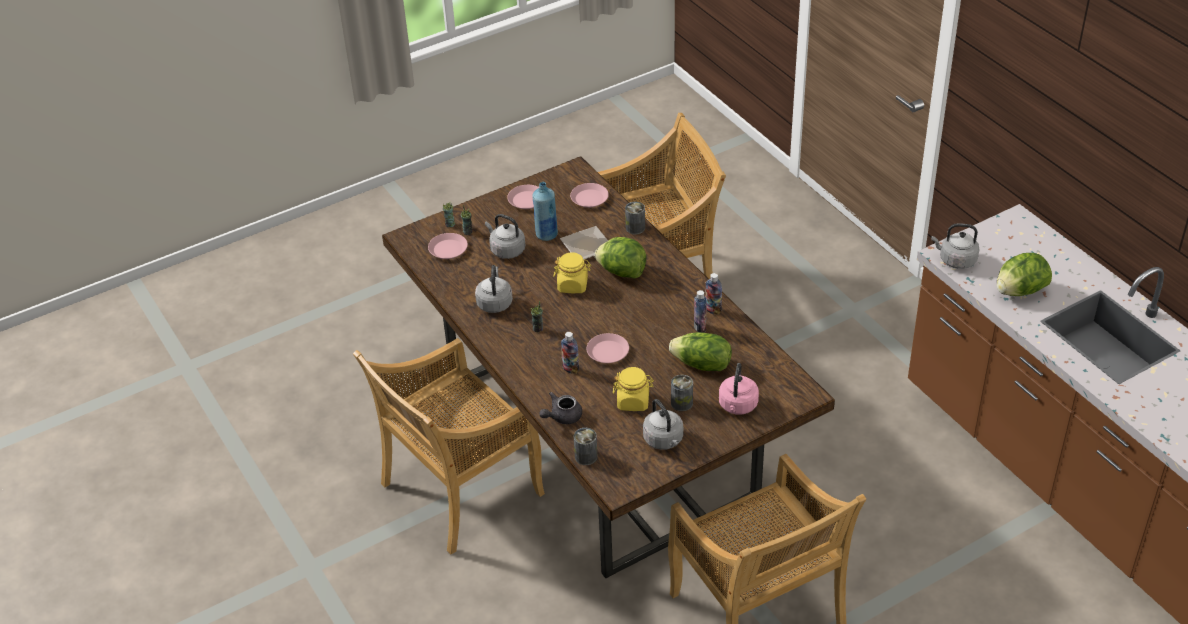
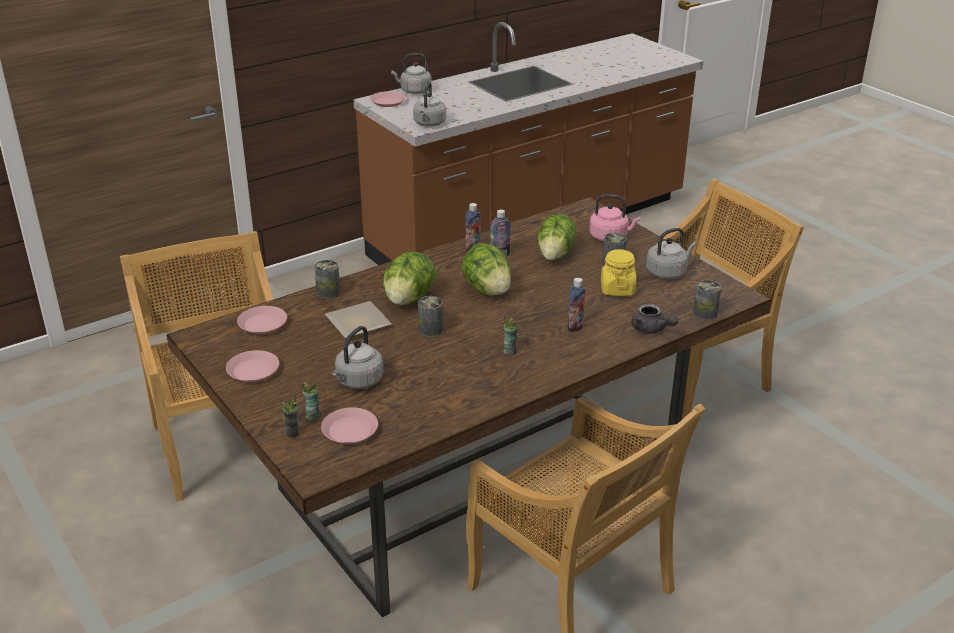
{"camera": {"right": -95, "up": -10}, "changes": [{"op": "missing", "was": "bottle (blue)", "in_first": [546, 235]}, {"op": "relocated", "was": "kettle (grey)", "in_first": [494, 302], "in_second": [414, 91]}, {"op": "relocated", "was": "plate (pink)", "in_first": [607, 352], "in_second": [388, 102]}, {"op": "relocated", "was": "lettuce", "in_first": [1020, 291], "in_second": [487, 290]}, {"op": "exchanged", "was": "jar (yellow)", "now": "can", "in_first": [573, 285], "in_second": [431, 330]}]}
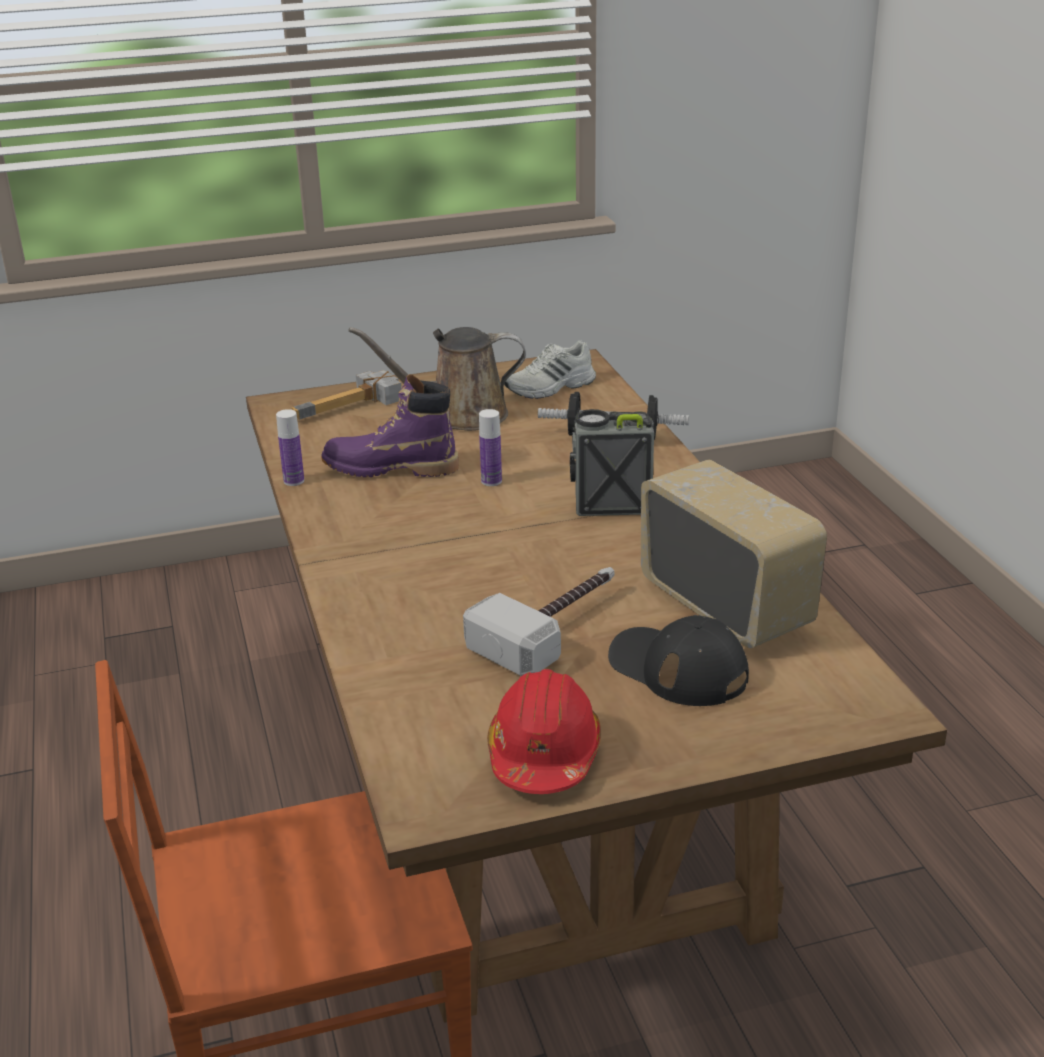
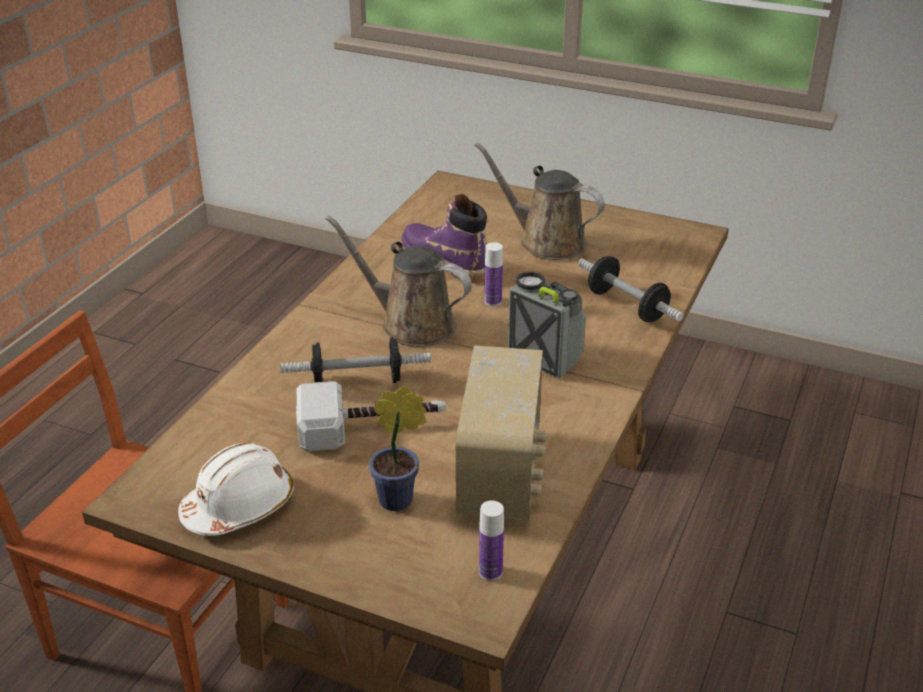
{"camera": {"right": 40, "up": 5}, "changes": [{"op": "missing", "was": "hammer", "in_first": [352, 408]}, {"op": "missing", "was": "shoe (white)", "in_first": [551, 388]}, {"op": "appeared", "now": "dumbbell", "in_second": [357, 381]}, {"op": "appeared", "now": "watering can (brown)", "in_second": [411, 324]}, {"op": "relocated", "was": "bottle", "in_first": [294, 481], "in_second": [490, 572]}, {"op": "exchanged", "was": "cap (black)", "now": "potted plant", "in_first": [677, 668], "in_second": [400, 499]}, {"op": "colour", "was": "hard hat (red)", "now": "hard hat (white)", "in_first": [544, 754], "in_second": [239, 506]}]}
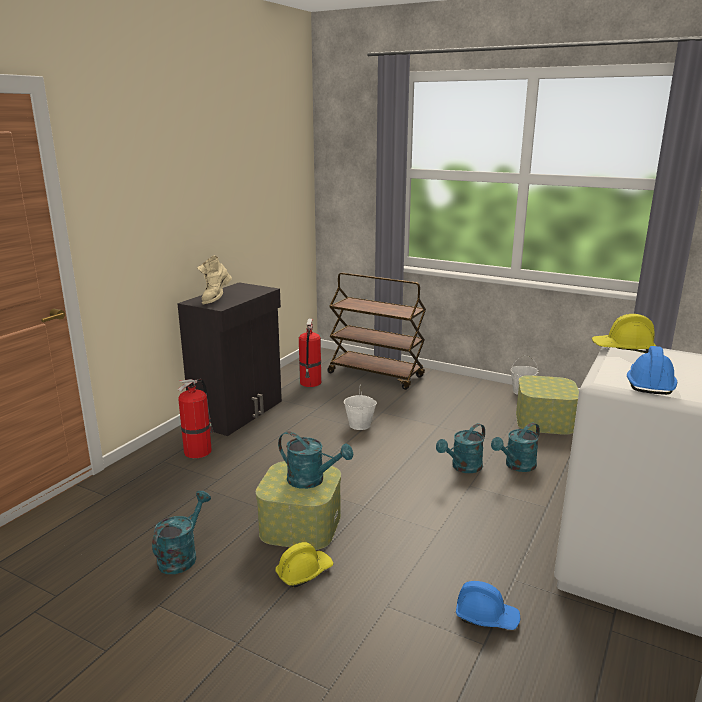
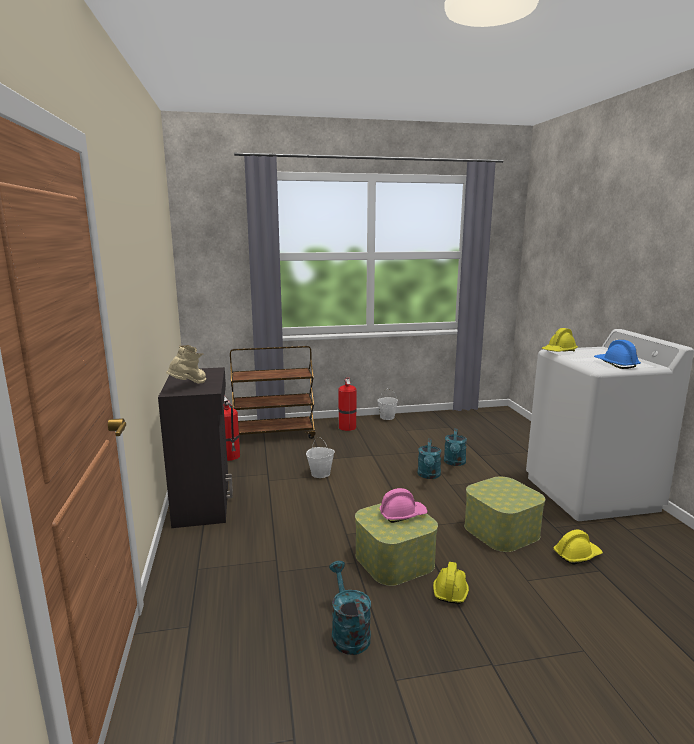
{"camera": {"right": -40, "up": -5}, "changes": [{"op": "relocated", "was": "fire extinguisher", "in_first": [199, 450], "in_second": [347, 427]}, {"op": "relocated", "was": "storage box", "in_first": [544, 420], "in_second": [501, 530]}, {"op": "exchanged", "was": "watering can (turquoise)", "now": "hard hat (pink)", "in_first": [312, 480], "in_second": [402, 514]}, {"op": "colour", "was": "hard hat (blue)", "now": "hard hat (yellow)", "in_first": [486, 616], "in_second": [577, 555]}, {"op": "spun", "was": "boot (beige)", "in_first": [216, 299], "in_second": [189, 386], "clockwise": -135}]}
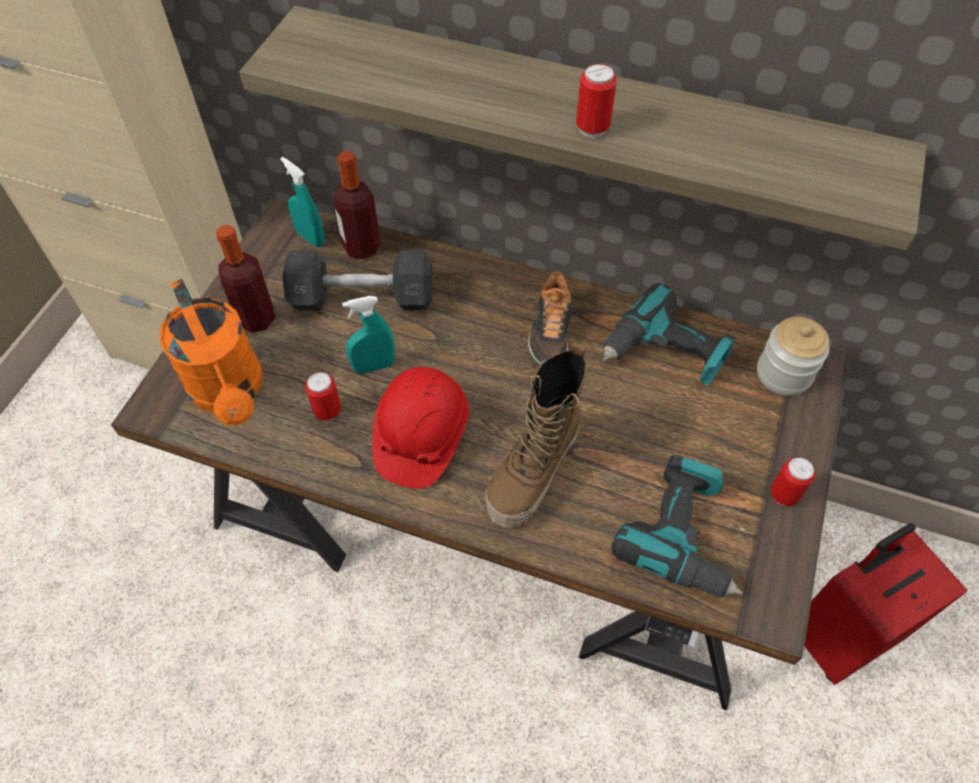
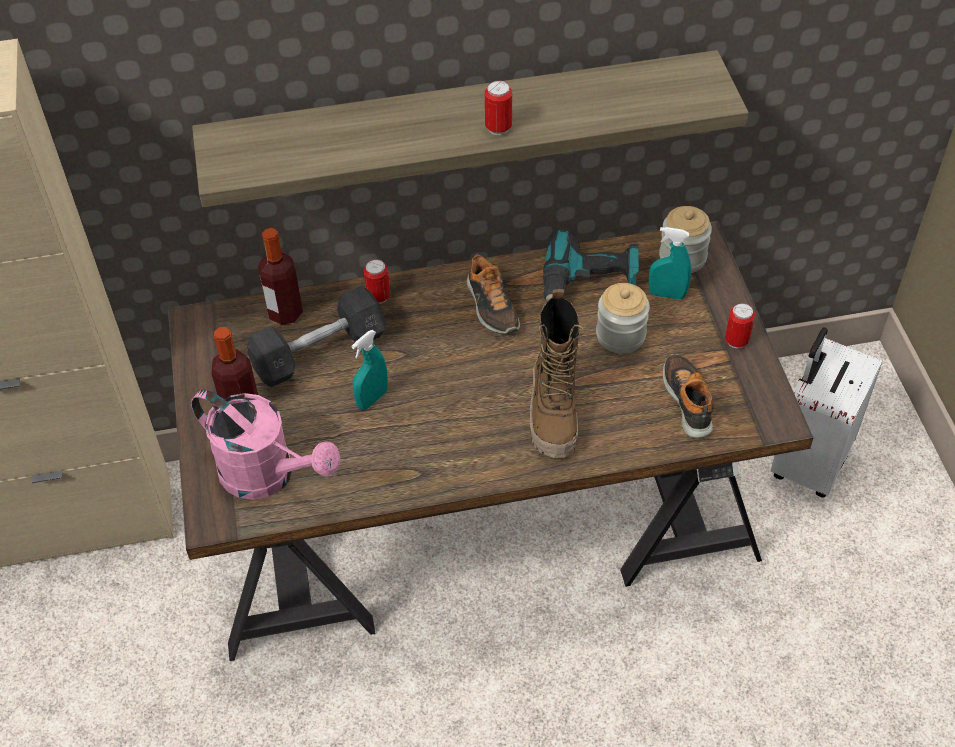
{"camera": {"right": -30, "up": -5}, "changes": [{"op": "missing", "was": "hard hat (red)", "in_first": [420, 436]}, {"op": "appeared", "now": "jar", "in_second": [620, 335]}, {"op": "relocated", "was": "spray bottle (turquoise)", "in_first": [310, 238], "in_second": [667, 294]}, {"op": "relocated", "was": "can", "in_first": [327, 411], "in_second": [378, 297]}, {"op": "exchanged", "was": "power drill", "now": "shoe", "in_first": [684, 535], "in_second": [688, 401]}, {"op": "colour", "was": "watering can (orange)", "now": "watering can (pink)", "in_first": [230, 392], "in_second": [268, 475]}, {"op": "colour", "was": "suitcase (red)", "now": "suitcase (white)", "in_first": [839, 635], "in_second": [808, 461]}]}
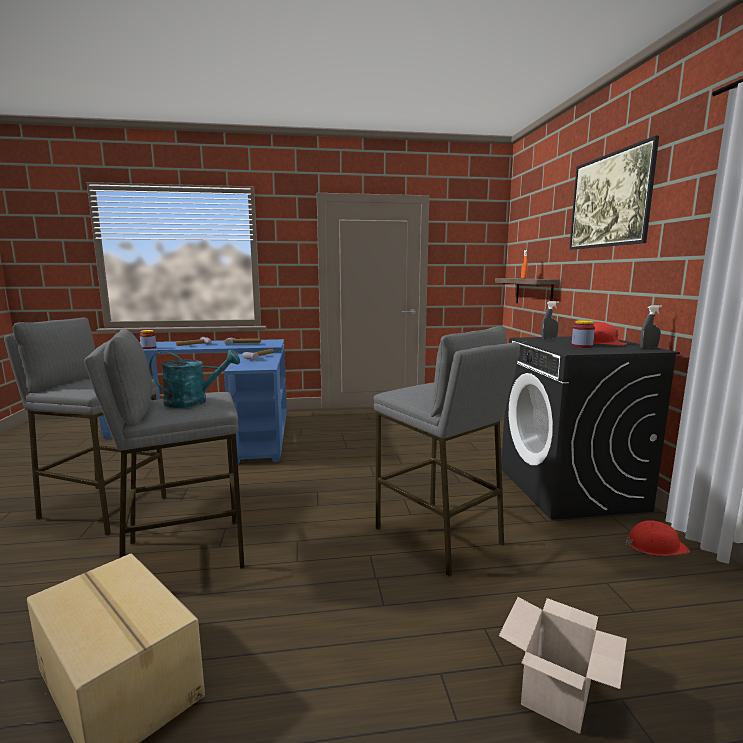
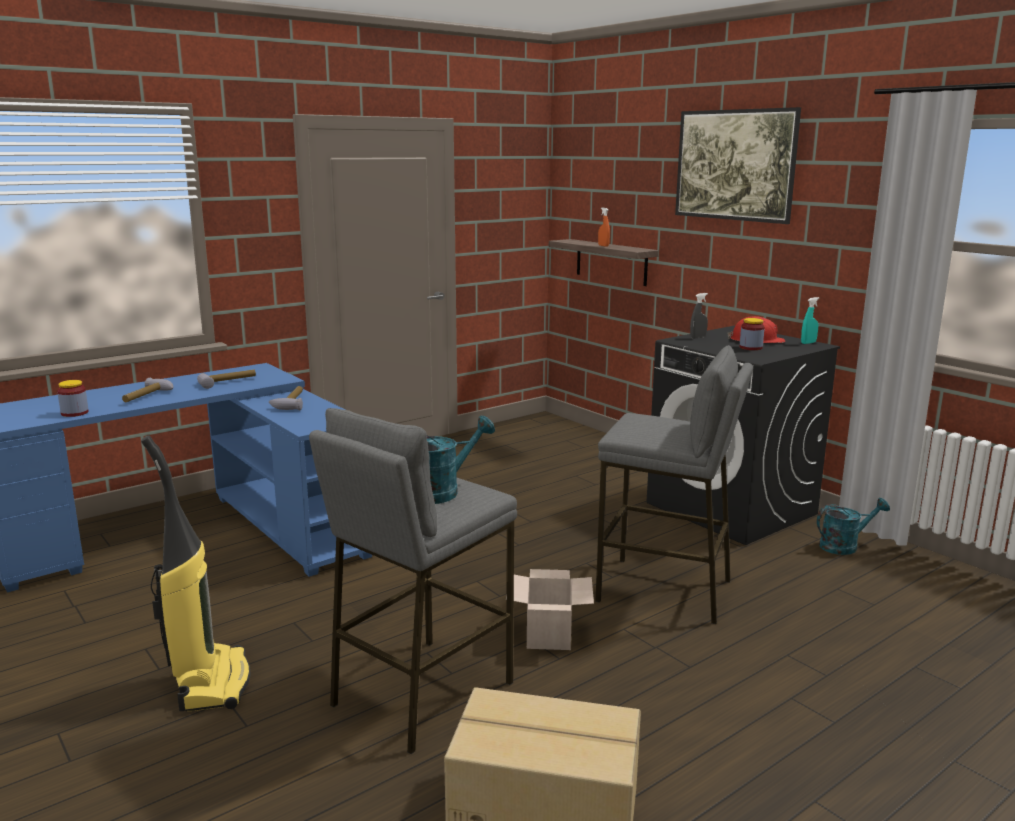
{"camera": {"right": -30, "up": 5}, "changes": [{"op": "relocated", "was": "cardboard box", "in_first": [557, 695], "in_second": [549, 636]}, {"op": "exchanged", "was": "stool (grey)", "now": "vacuum cleaner", "in_first": [103, 508], "in_second": [211, 682]}, {"op": "exchanged", "was": "hard hat (red)", "now": "watering can (turquoise)", "in_first": [655, 546], "in_second": [844, 546]}, {"op": "colour", "was": "spray bottle (grey)", "now": "spray bottle (turquoise)", "in_first": [648, 348], "in_second": [808, 343]}]}
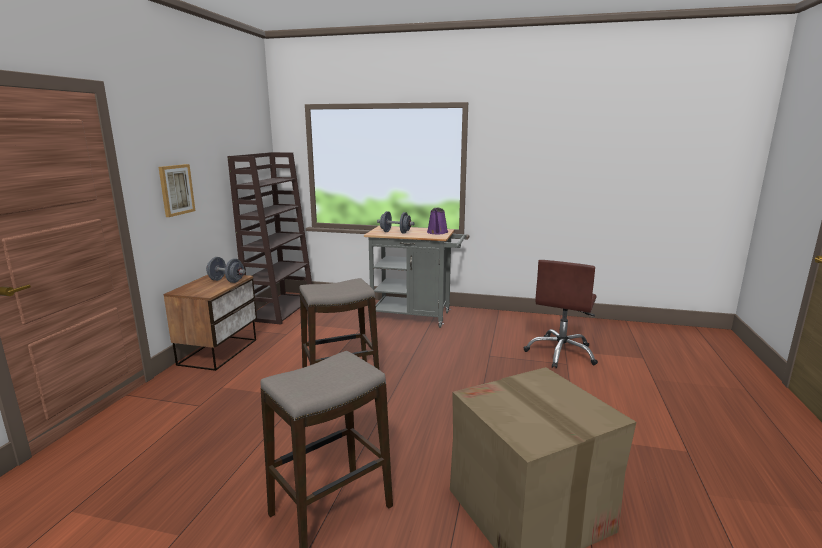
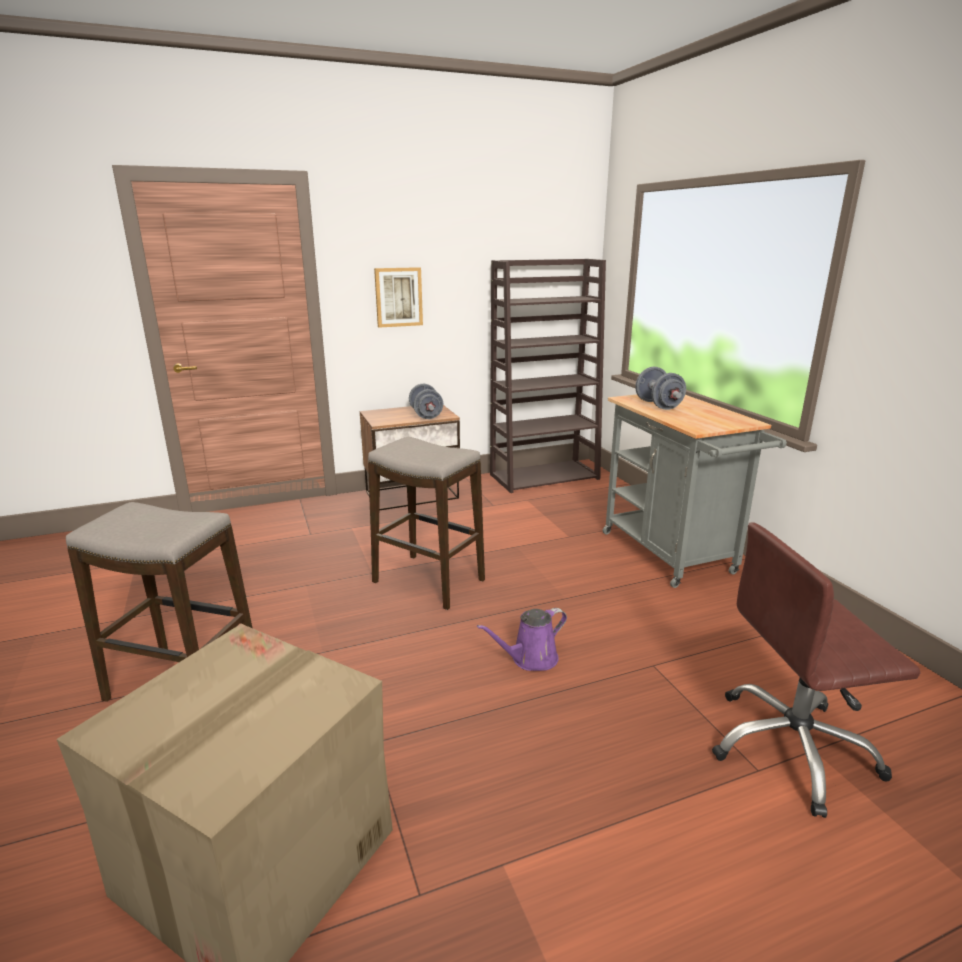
{"camera": {"right": 55, "up": 5}, "changes": [{"op": "relocated", "was": "watering can (purple)", "in_first": [437, 232], "in_second": [530, 659]}]}
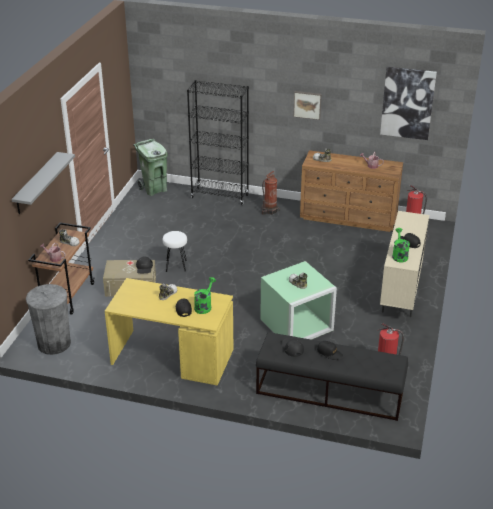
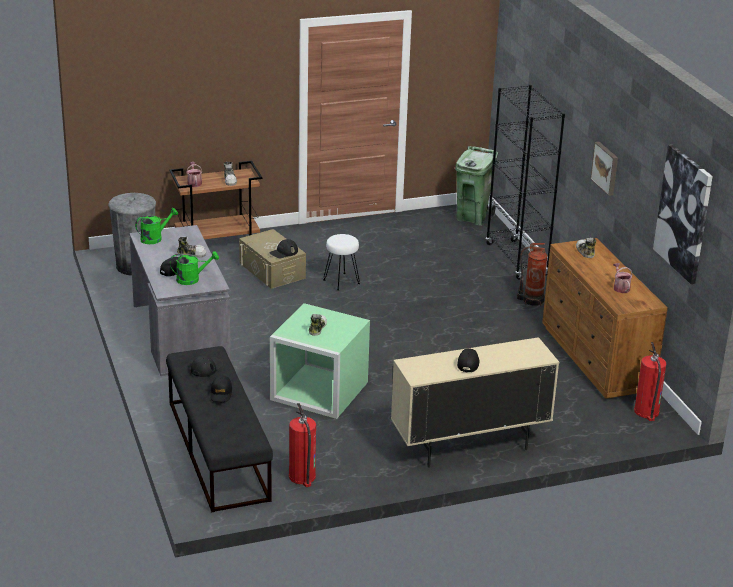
{"camera": {"right": 55, "up": -5}, "changes": [{"op": "missing", "was": "shelf (grey)", "in_first": [36, 183]}, {"op": "relocated", "was": "watering can (green)", "in_first": [399, 255], "in_second": [155, 238]}, {"op": "colour", "was": "desk (yellow)", "now": "desk (grey)", "in_first": [171, 357], "in_second": [179, 334]}]}
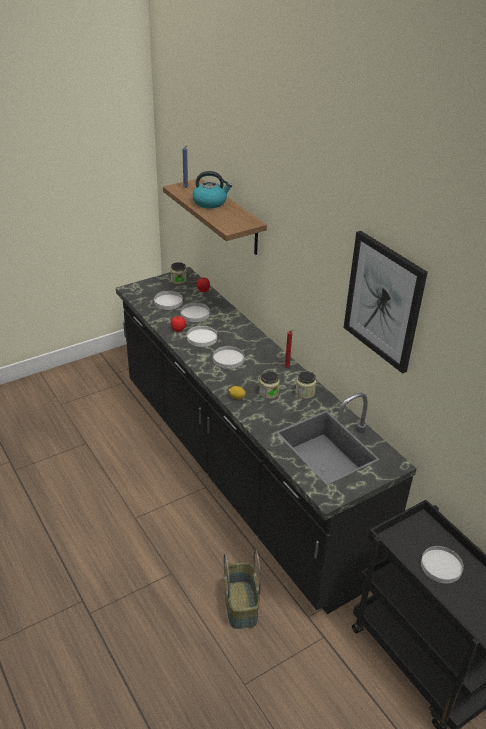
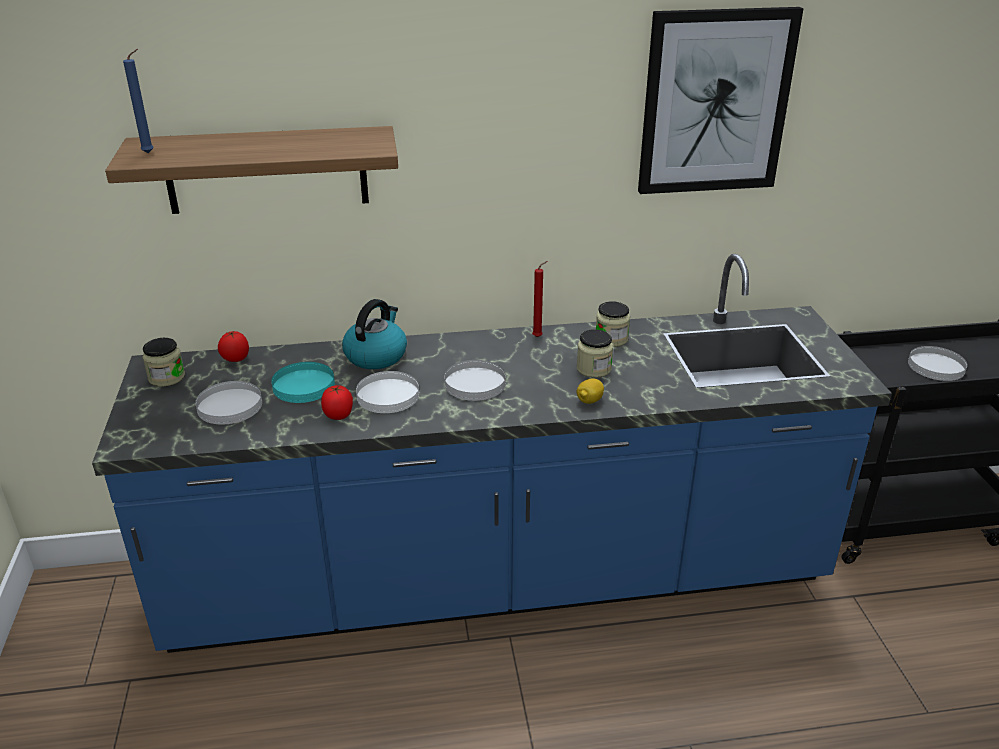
{"camera": {"right": -65, "up": -5}, "changes": [{"op": "missing", "was": "basket", "in_first": [241, 605]}, {"op": "relocated", "was": "kettle", "in_first": [210, 202], "in_second": [376, 355]}, {"op": "colour", "was": "counter (black)", "now": "counter (blue)", "in_first": [239, 472], "in_second": [499, 582]}, {"op": "colour", "was": "plate (white)", "now": "plate (turquoise)", "in_first": [195, 314], "in_second": [304, 385]}]}
